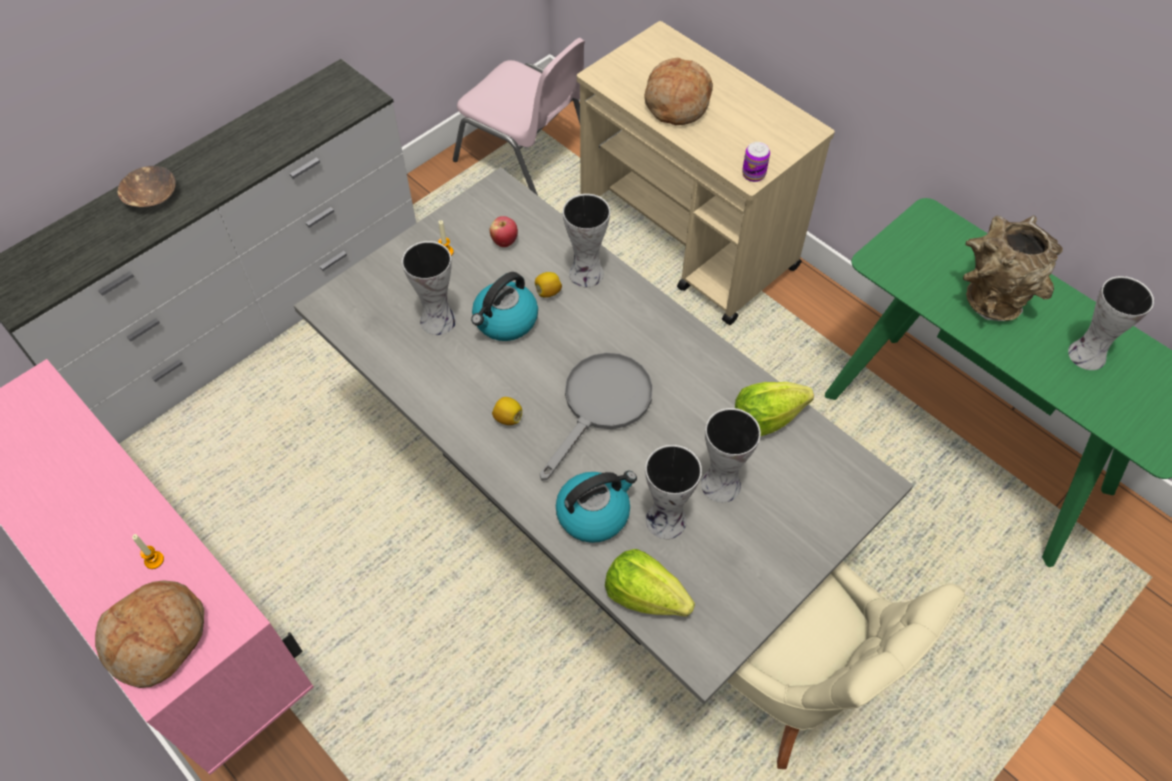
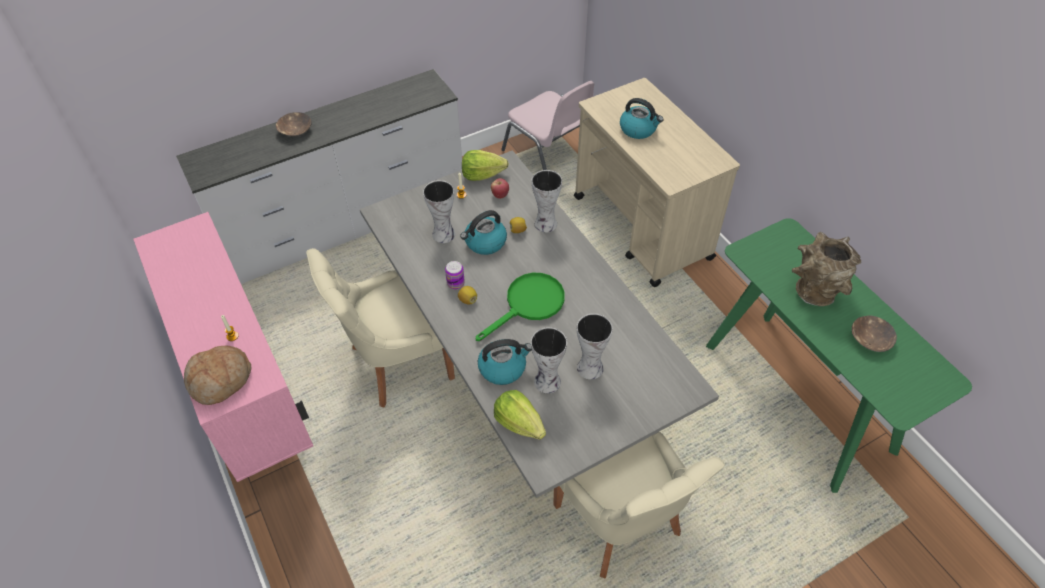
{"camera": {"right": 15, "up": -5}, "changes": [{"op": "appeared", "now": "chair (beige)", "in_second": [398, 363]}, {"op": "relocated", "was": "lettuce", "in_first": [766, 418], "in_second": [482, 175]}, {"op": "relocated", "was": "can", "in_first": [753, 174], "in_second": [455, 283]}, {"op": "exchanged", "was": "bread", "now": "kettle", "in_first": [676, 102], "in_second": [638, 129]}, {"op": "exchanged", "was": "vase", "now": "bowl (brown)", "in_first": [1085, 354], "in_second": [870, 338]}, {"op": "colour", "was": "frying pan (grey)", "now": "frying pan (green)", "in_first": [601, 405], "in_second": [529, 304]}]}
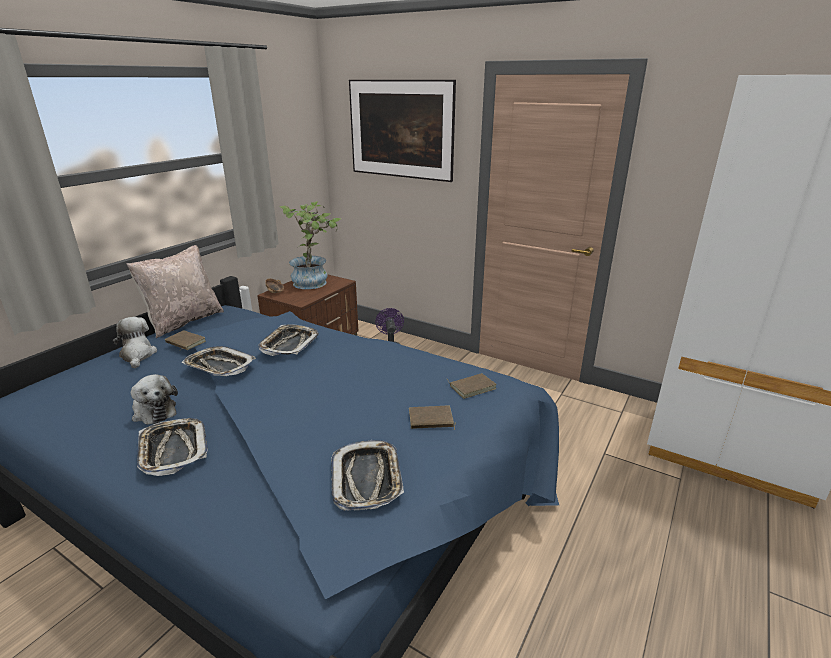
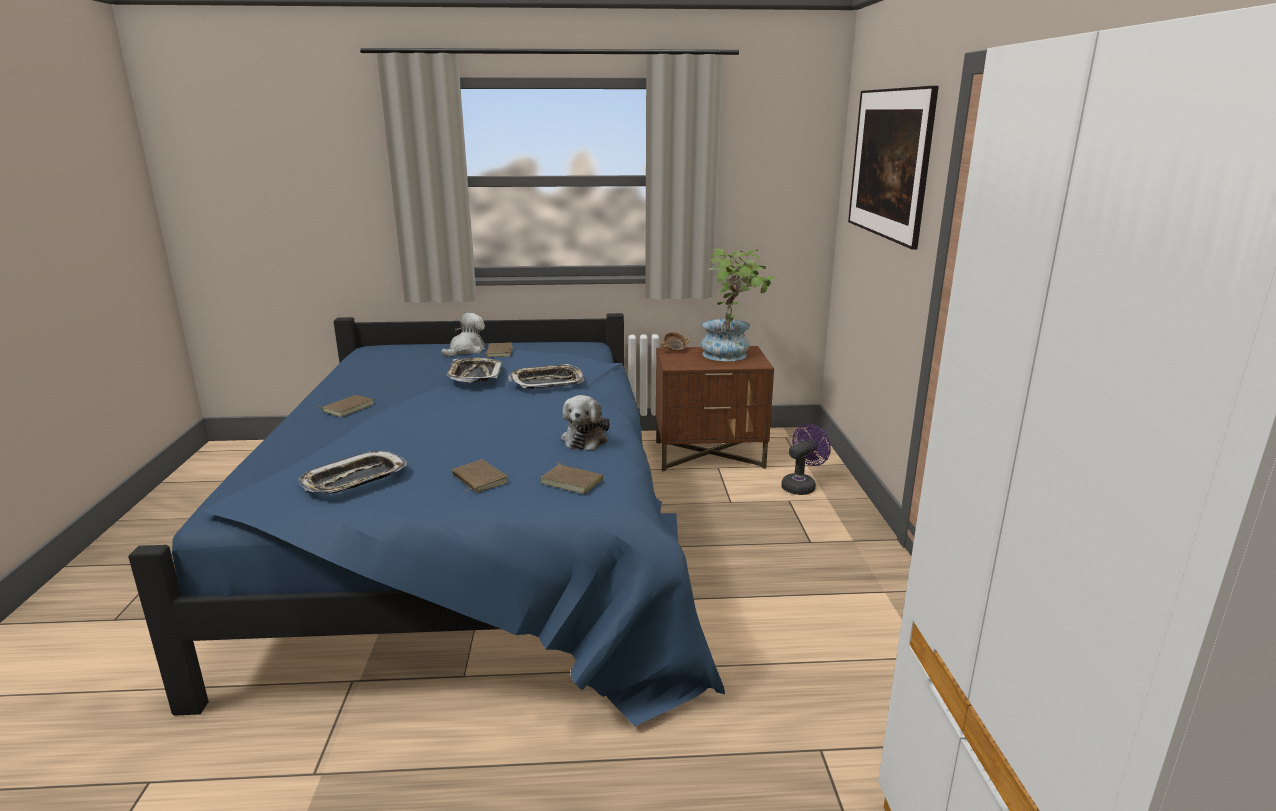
{"camera": {"right": 55, "up": -5}, "changes": [{"op": "missing", "was": "pillow (beige)", "in_first": [184, 321]}, {"op": "relocated", "was": "plush toy", "in_first": [153, 410], "in_second": [586, 439]}, {"op": "exchanged", "was": "tray", "now": "book (brown)", "in_first": [173, 450], "in_second": [347, 408]}]}
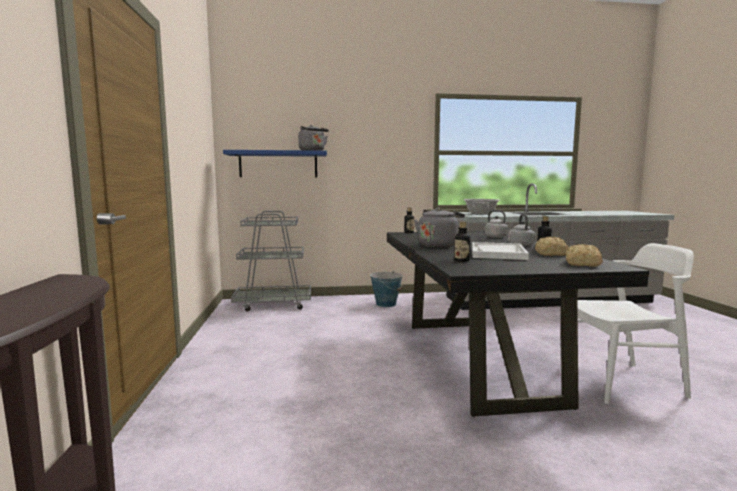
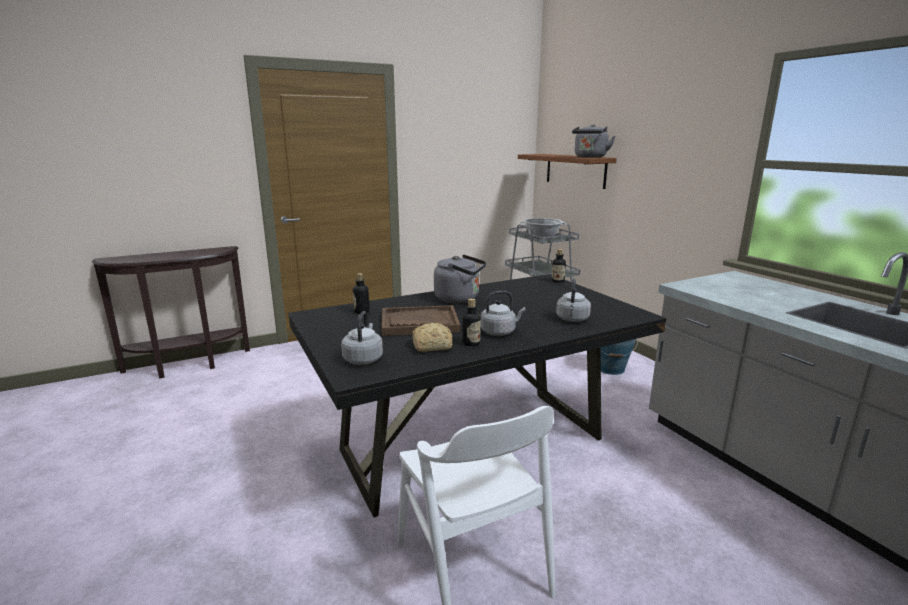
{"camera": {"right": 70, "up": 10}, "changes": [{"op": "relocated", "was": "cooking pot", "in_first": [480, 213], "in_second": [542, 236]}, {"op": "exchanged", "was": "bread", "now": "kettle (grey)", "in_first": [582, 264], "in_second": [363, 359]}, {"op": "colour", "was": "shelf (blue)", "now": "shelf (brown)", "in_first": [278, 164], "in_second": [575, 170]}, {"op": "colour", "was": "tray (white)", "now": "tray (brown)", "in_first": [498, 253], "in_second": [419, 323]}]}
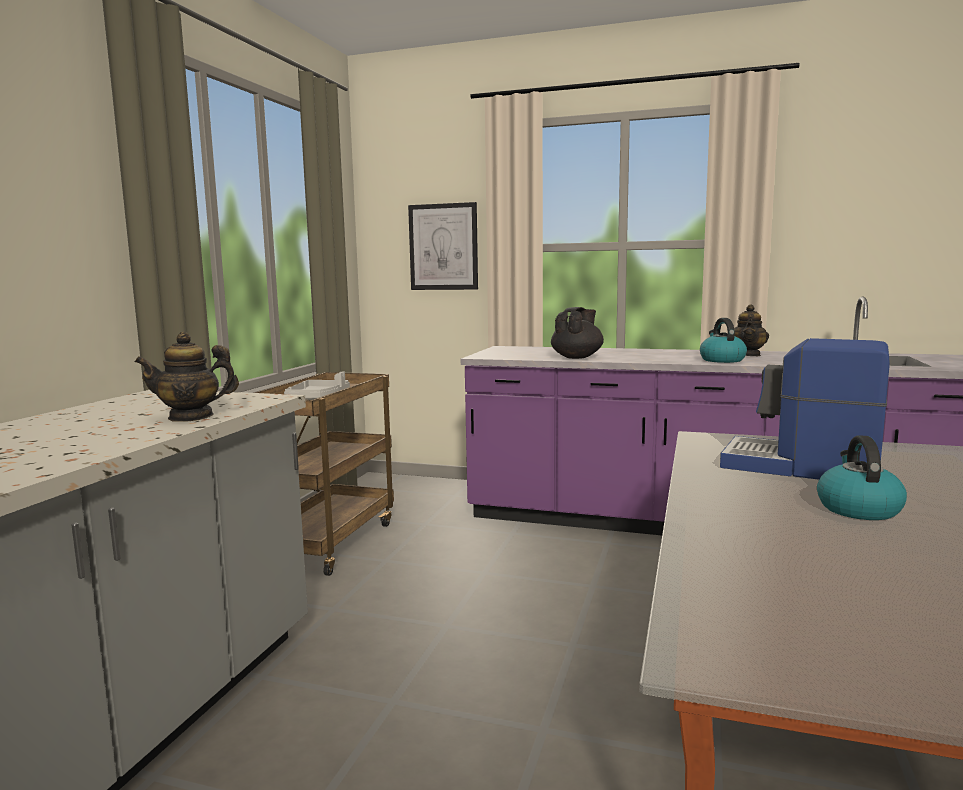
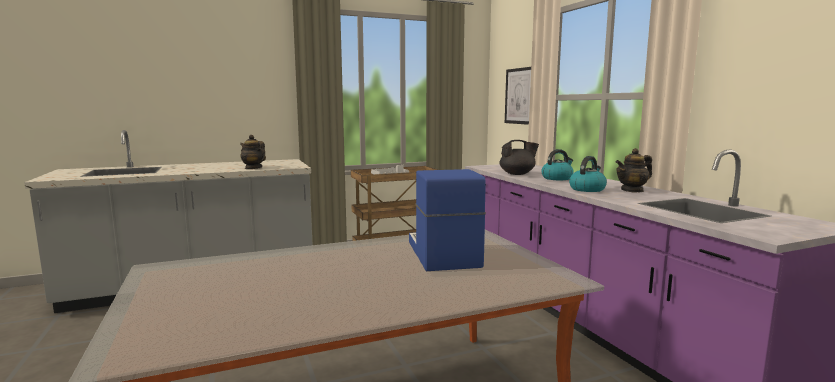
{"camera": {"right": 50, "up": 0}, "changes": [{"op": "relocated", "was": "kettle", "in_first": [857, 508], "in_second": [557, 178]}]}
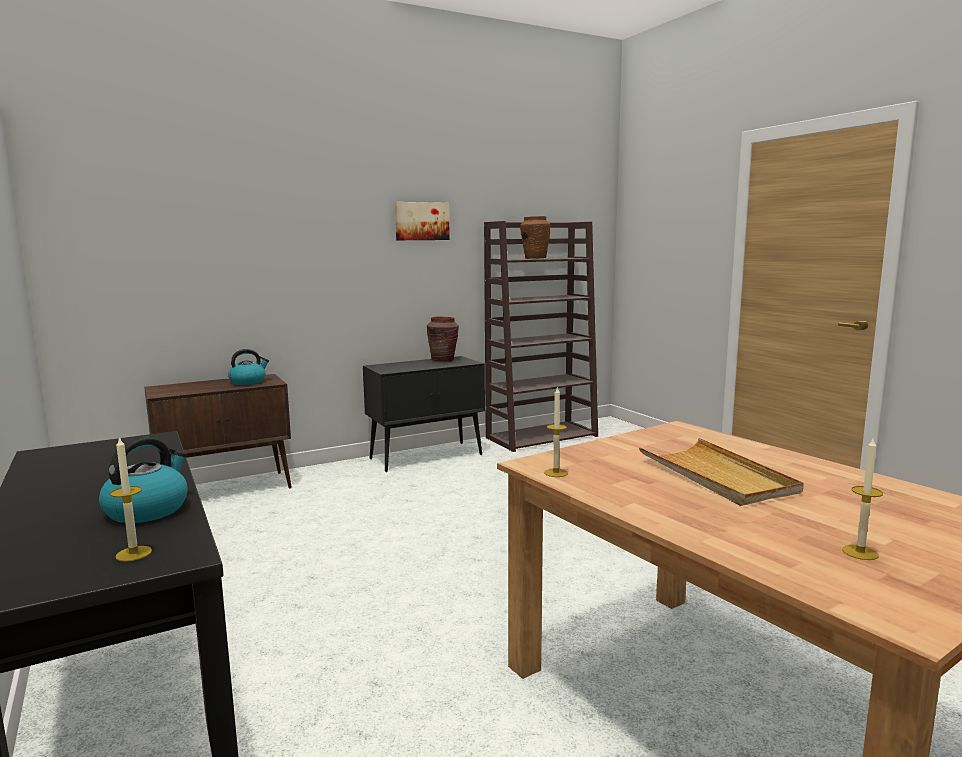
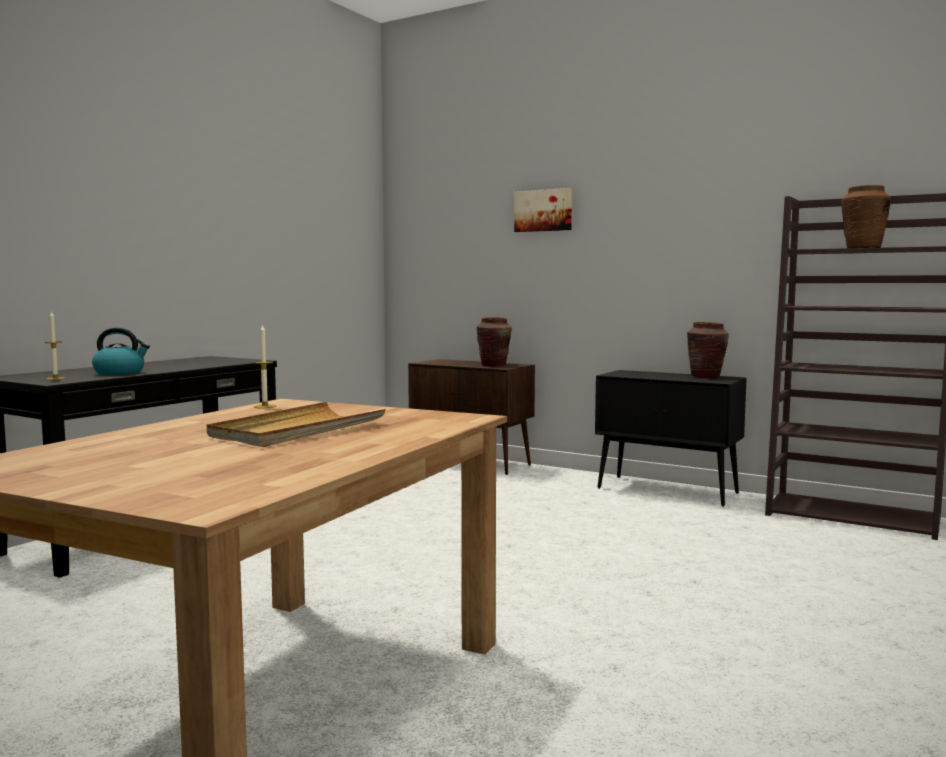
{"camera": {"right": 60, "up": -5}, "changes": [{"op": "missing", "was": "candle", "in_first": [860, 552]}, {"op": "relocated", "was": "picture", "in_first": [421, 221], "in_second": [543, 210]}, {"op": "exchanged", "was": "kettle", "now": "vase (brown)", "in_first": [248, 382], "in_second": [493, 365]}]}
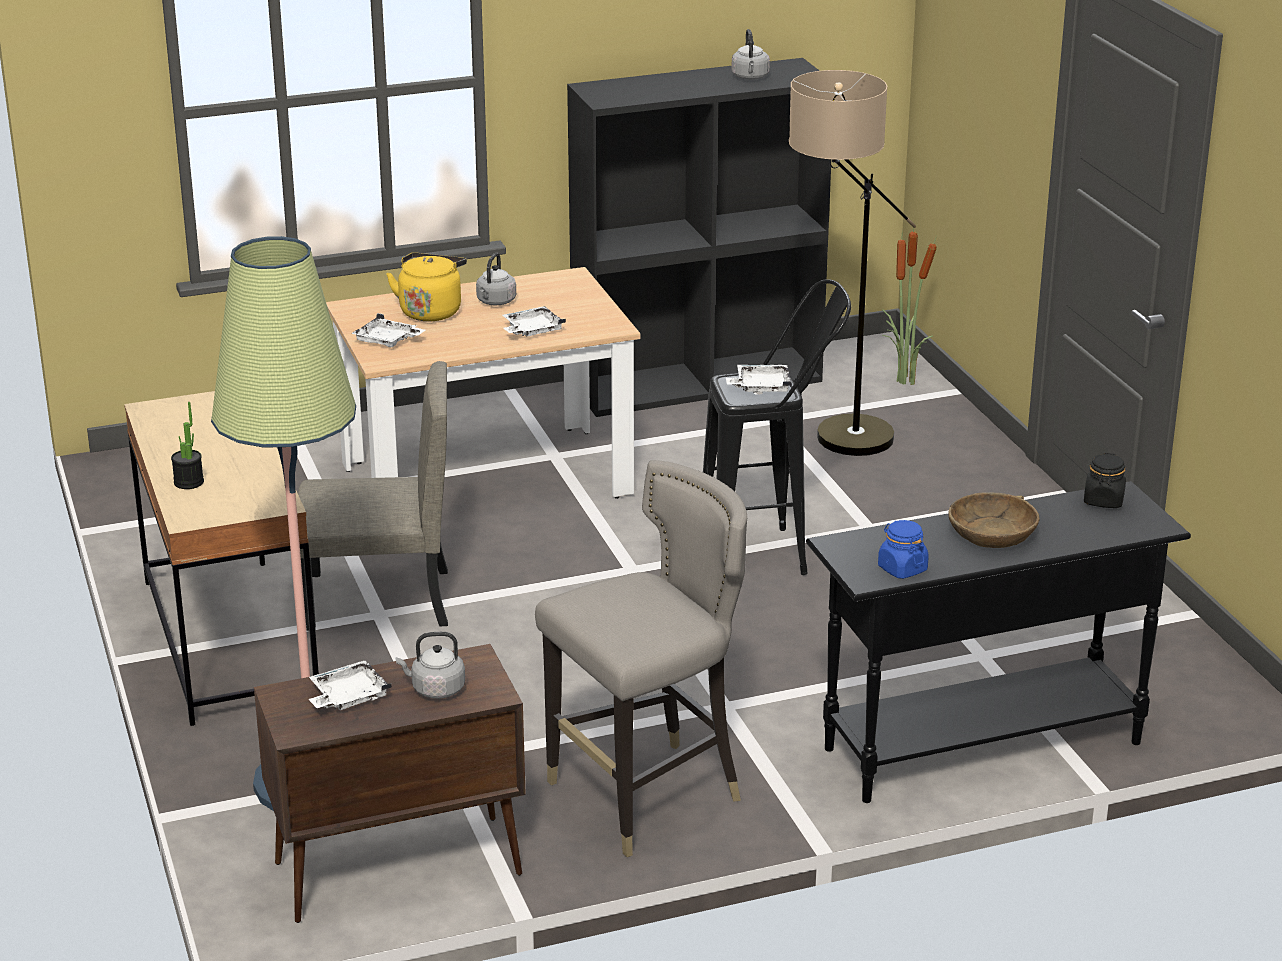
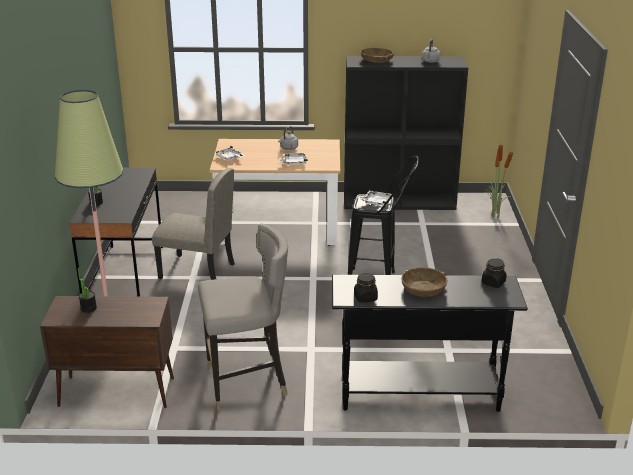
{"camera": {"right": 20, "up": 0}, "changes": [{"op": "missing", "was": "kettle (yellow)", "in_first": [431, 311]}, {"op": "missing", "was": "kettle (grey)", "in_first": [435, 689]}, {"op": "missing", "was": "floor lamp", "in_first": [837, 449]}, {"op": "appeared", "now": "bowl (brown)", "in_second": [377, 60]}, {"op": "exchanged", "was": "tray (white)", "now": "potted plant", "in_first": [348, 697], "in_second": [88, 308]}, {"op": "colour", "was": "desk (beige)", "now": "desk (black)", "in_first": [229, 640], "in_second": [125, 276]}, {"op": "colour", "was": "jar (blue)", "now": "jar (black)", "in_first": [902, 569], "in_second": [365, 297]}]}
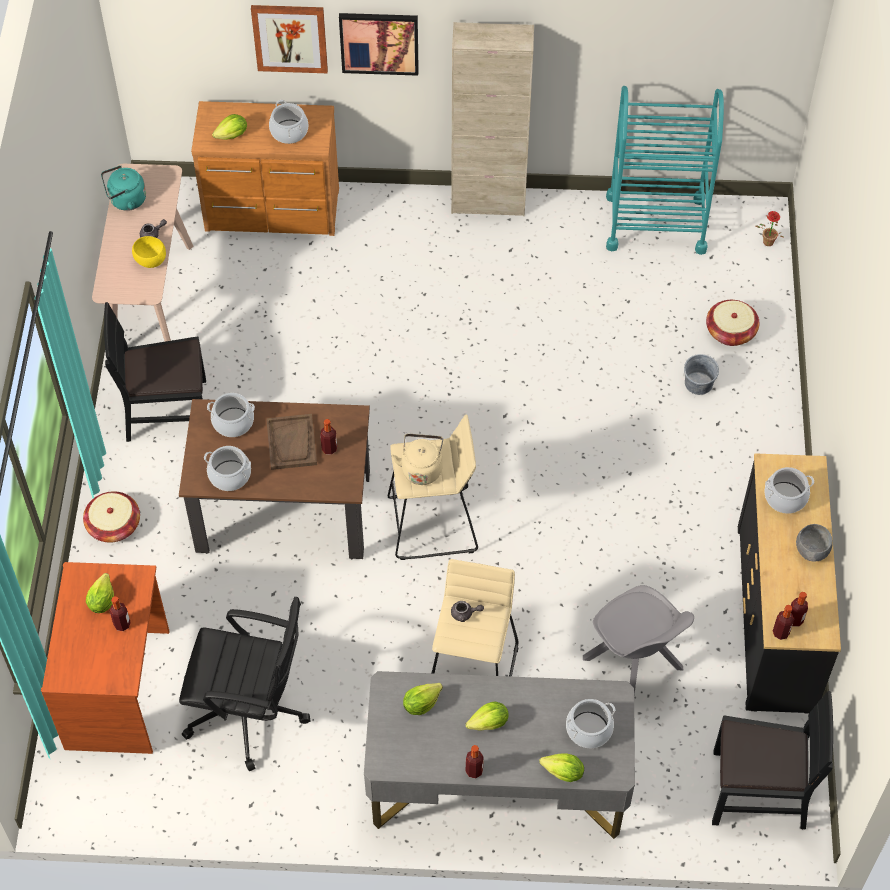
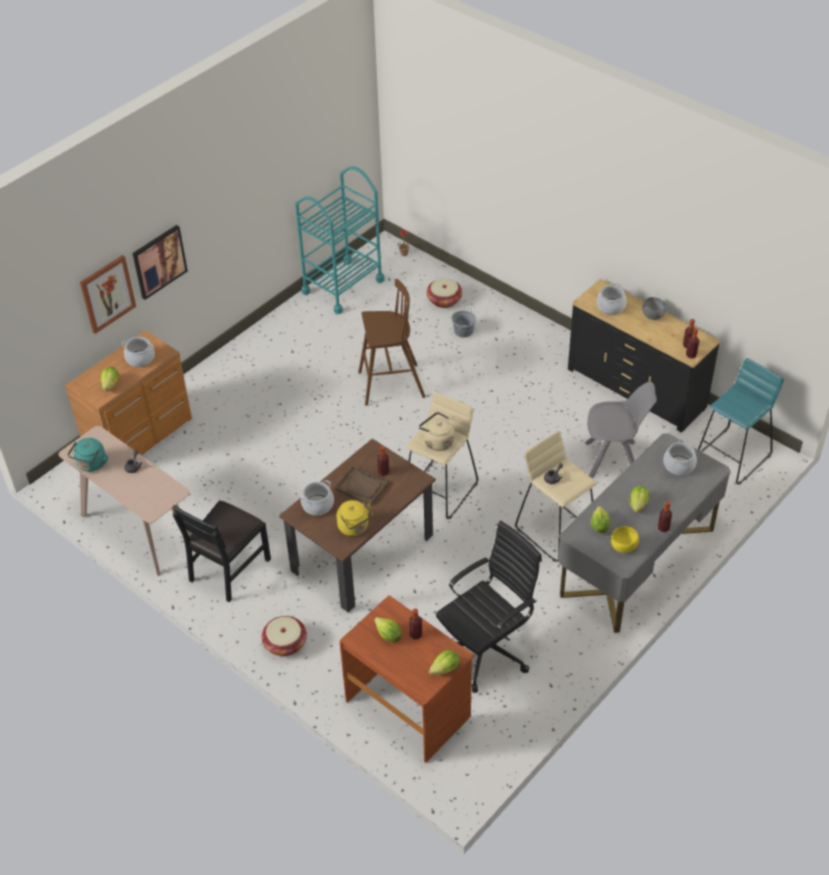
{"camera": {"right": -50, "up": -10}, "changes": [{"op": "missing", "was": "cabinet (beige)", "in_first": [488, 202]}, {"op": "appeared", "now": "stool (brown)", "in_second": [390, 385]}, {"op": "relocated", "was": "bowl (yellow)", "in_first": [151, 262], "in_second": [624, 547]}, {"op": "relocated", "was": "lettuce", "in_first": [563, 773], "in_second": [445, 669]}, {"op": "exchanged", "was": "cooking pot", "now": "kettle (yellow)", "in_first": [230, 476], "in_second": [355, 528]}, {"op": "exchanged", "was": "chair (black)", "now": "stool (turquoise)", "in_first": [758, 791], "in_second": [733, 456]}]}
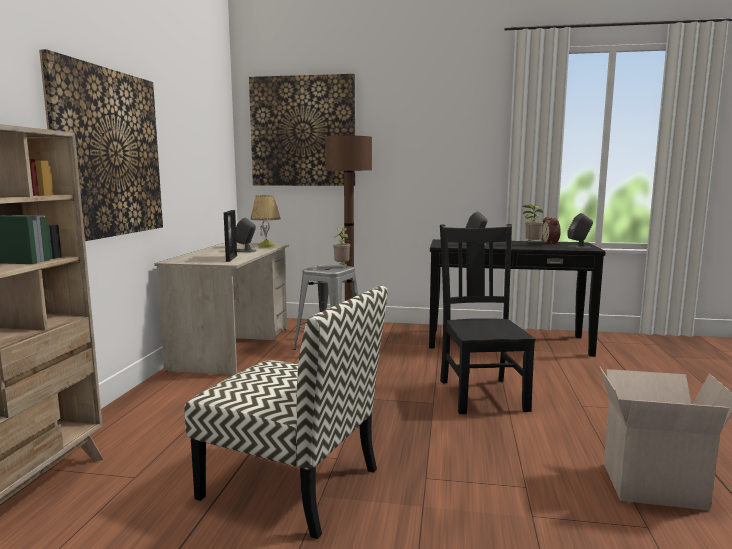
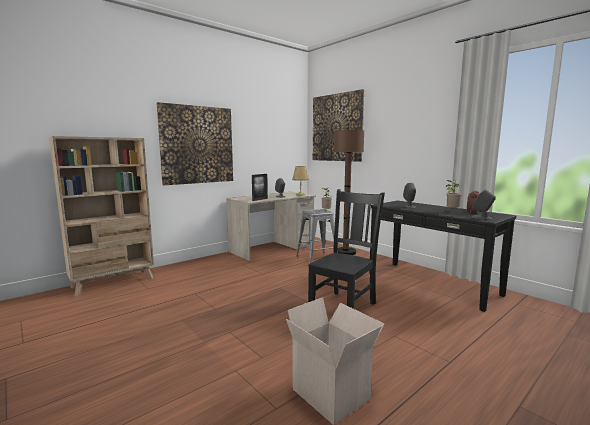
{"camera": {"right": 40, "up": 0}, "changes": [{"op": "missing", "was": "chair", "in_first": [293, 484]}]}
